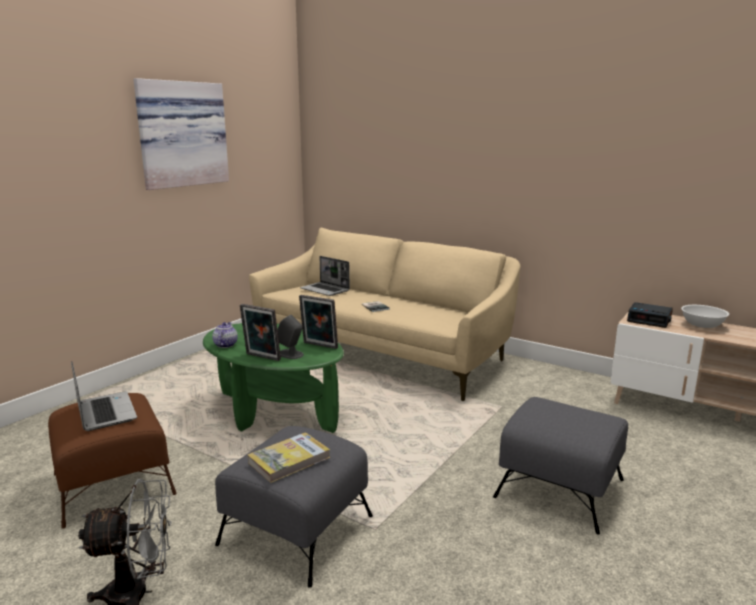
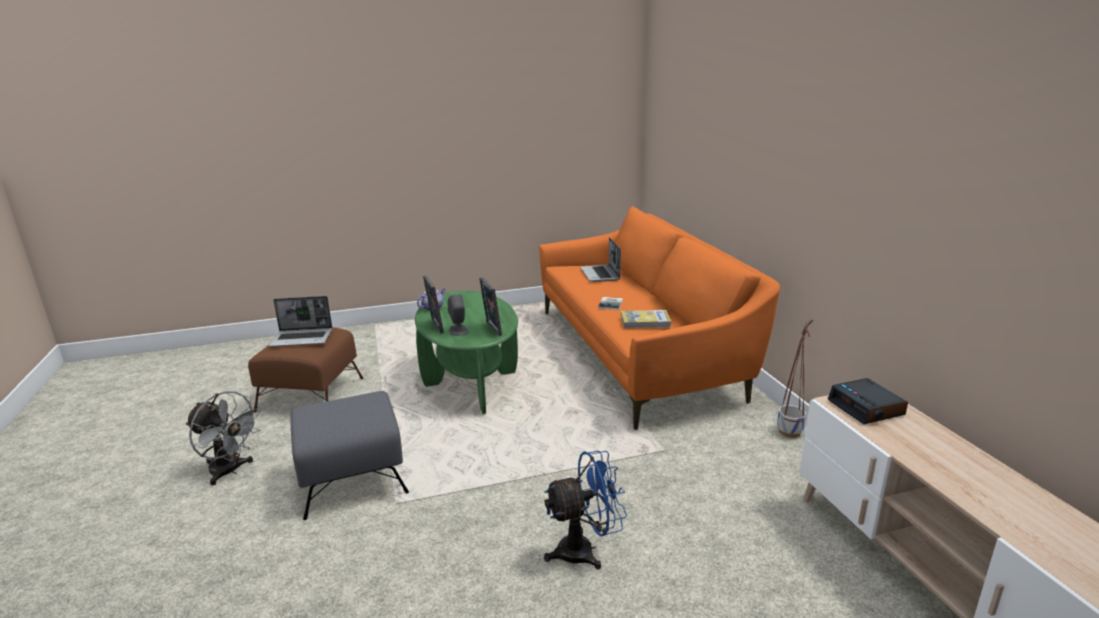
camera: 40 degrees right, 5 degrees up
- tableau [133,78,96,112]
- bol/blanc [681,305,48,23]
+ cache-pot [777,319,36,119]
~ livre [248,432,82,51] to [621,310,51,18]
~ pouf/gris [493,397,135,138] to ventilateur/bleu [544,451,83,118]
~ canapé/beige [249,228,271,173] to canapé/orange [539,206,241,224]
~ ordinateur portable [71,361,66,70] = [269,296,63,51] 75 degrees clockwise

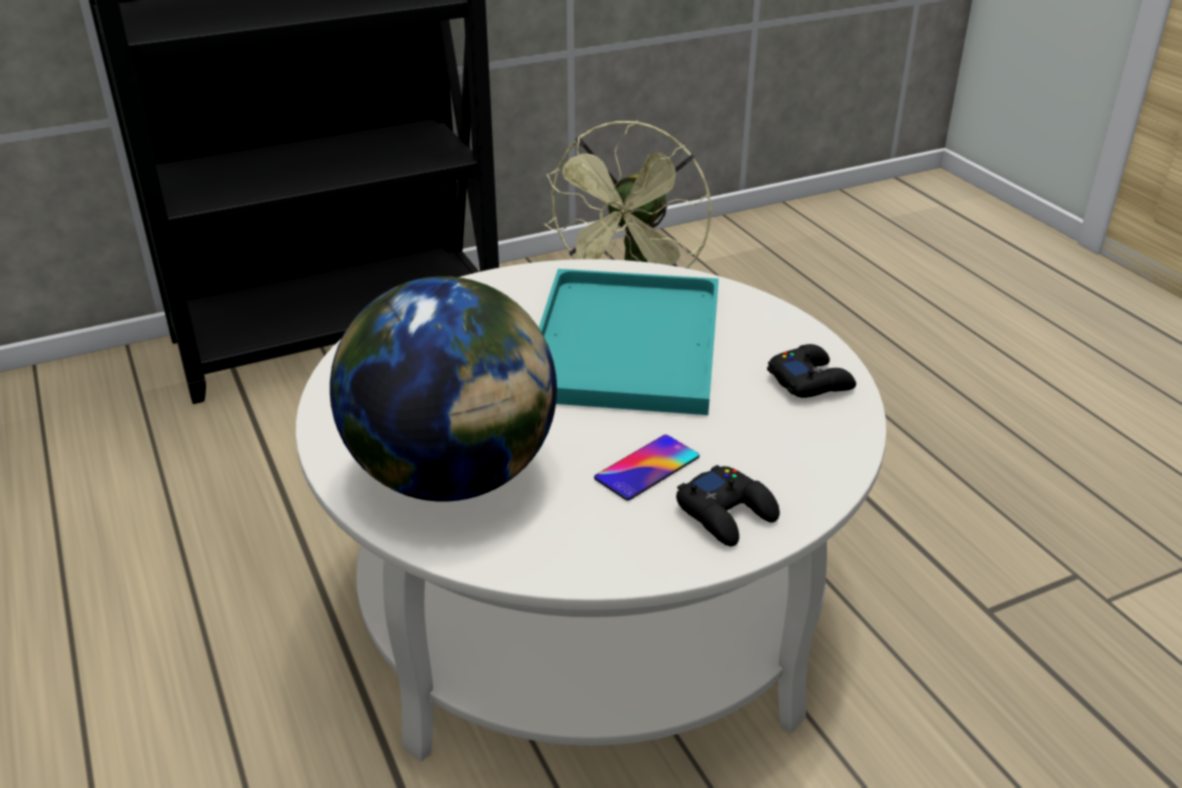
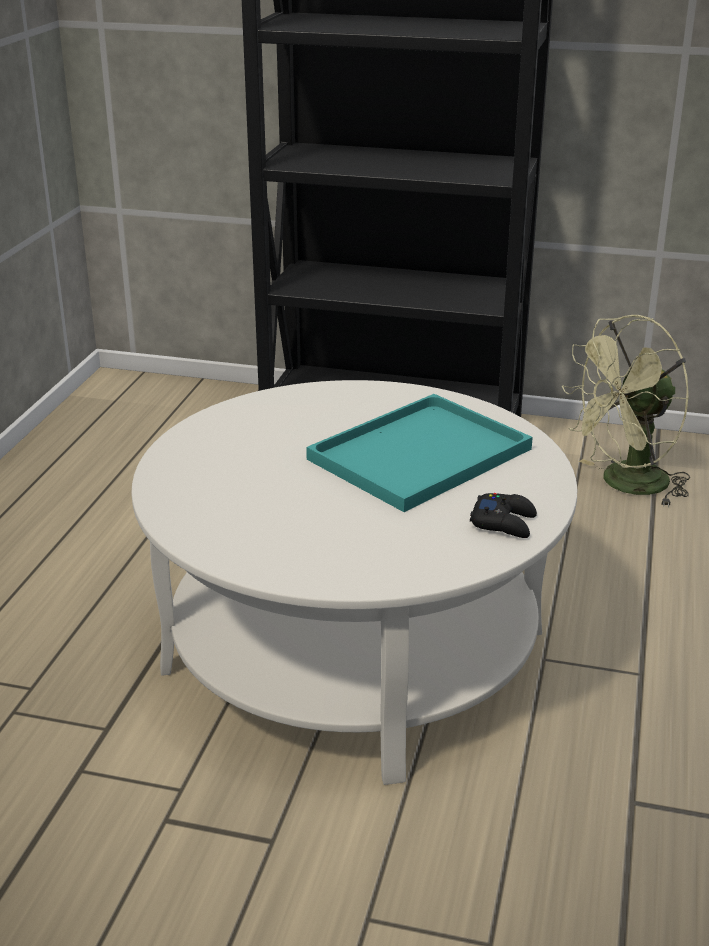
camera: 40 degrees right, 5 degrees down
- globe [330,276,227,225]
- téléphone [594,435,106,66]
- manette/noir [676,465,104,81]

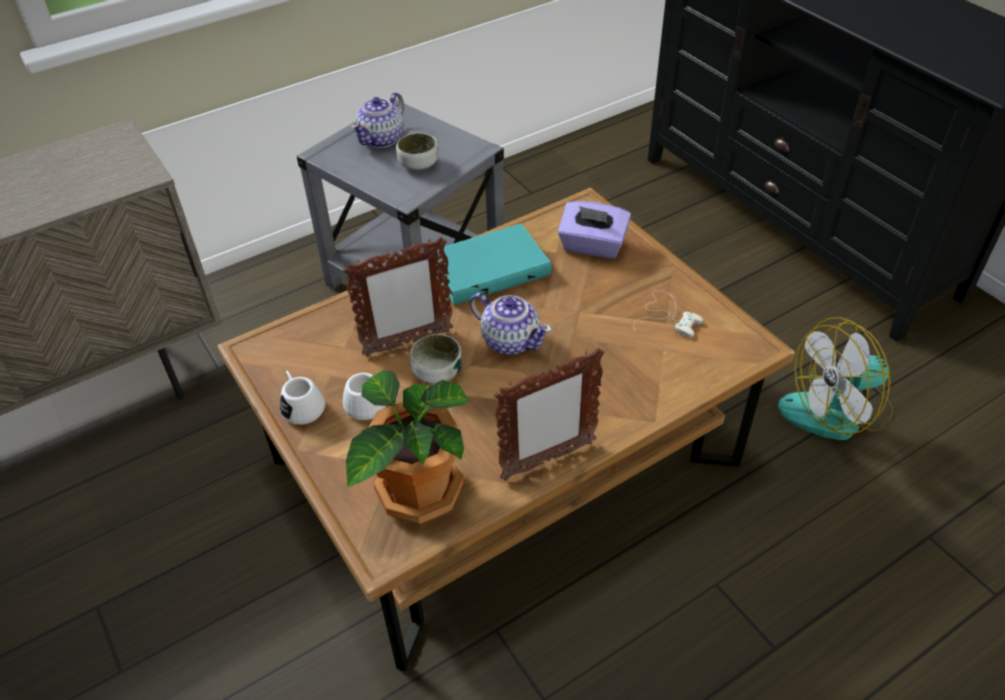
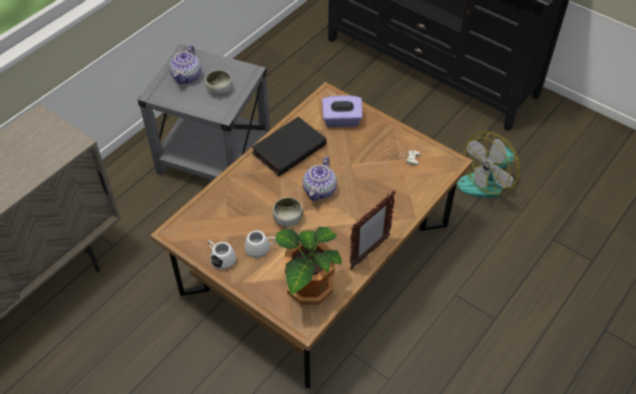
camera: 20 degrees left, 5 degrees up
- cadre photo [343,237,110,120]
~ livre/turquoise [436,223,115,82] to livre/noir [251,116,76,60]
~ théière [470,293,82,62] = [303,157,34,44] 90 degrees clockwise

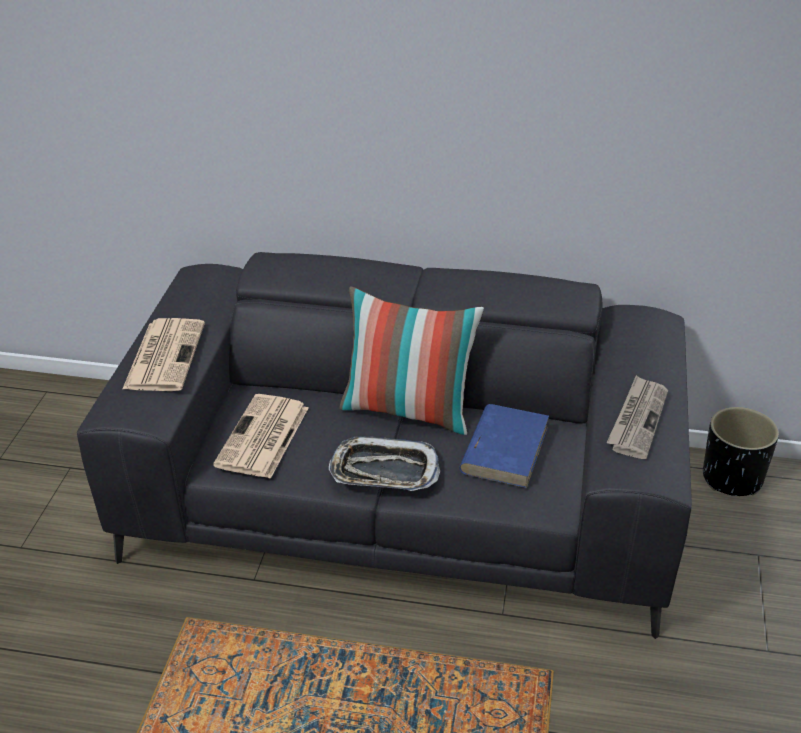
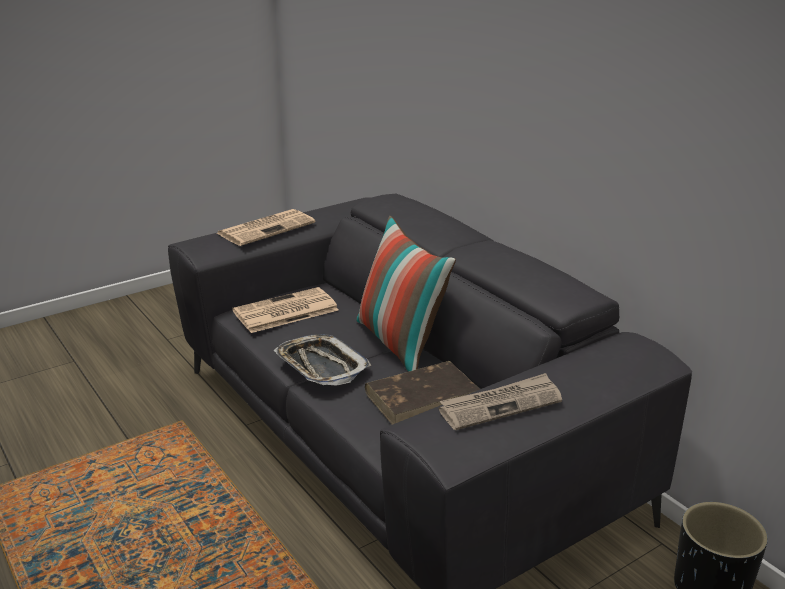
camera: 45 degrees right, 10 degrees down
~ livre/bleu [459,404,90,84] to livre/marron [365,361,115,64]

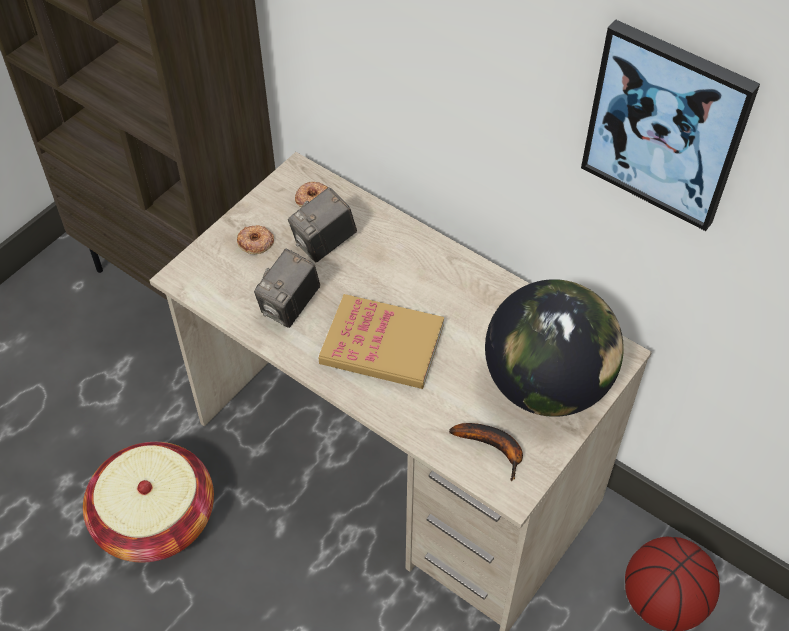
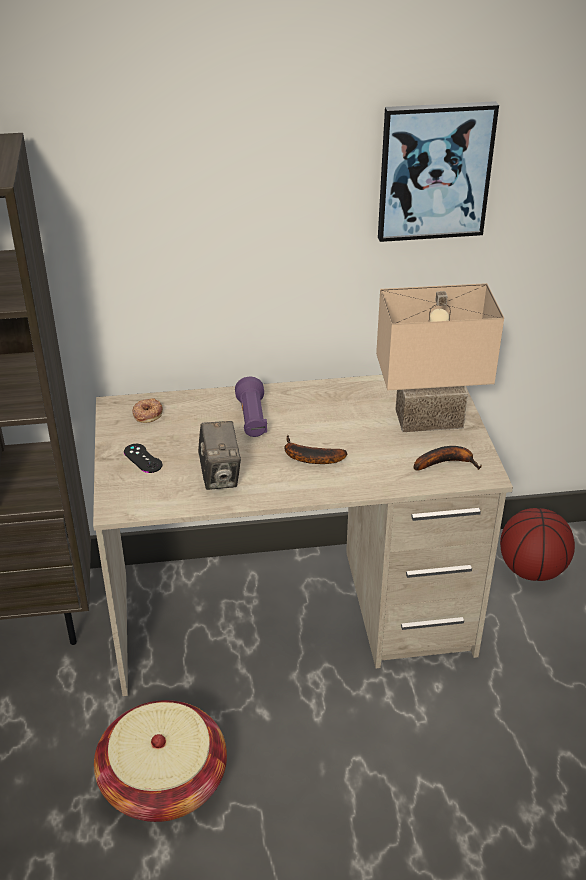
camera: 45 degrees left, 15 degrees down
- appareil photo [288,187,69,75]
+ lampe de poche/violet [235,377,32,60]
~ beignet [237,225,37,29] to manette/noir [124,444,38,29]
~ livre [319,294,125,95] to banane [284,435,63,29]
~ globe [485,279,139,138] to lampe de table/beige [376,283,128,149]

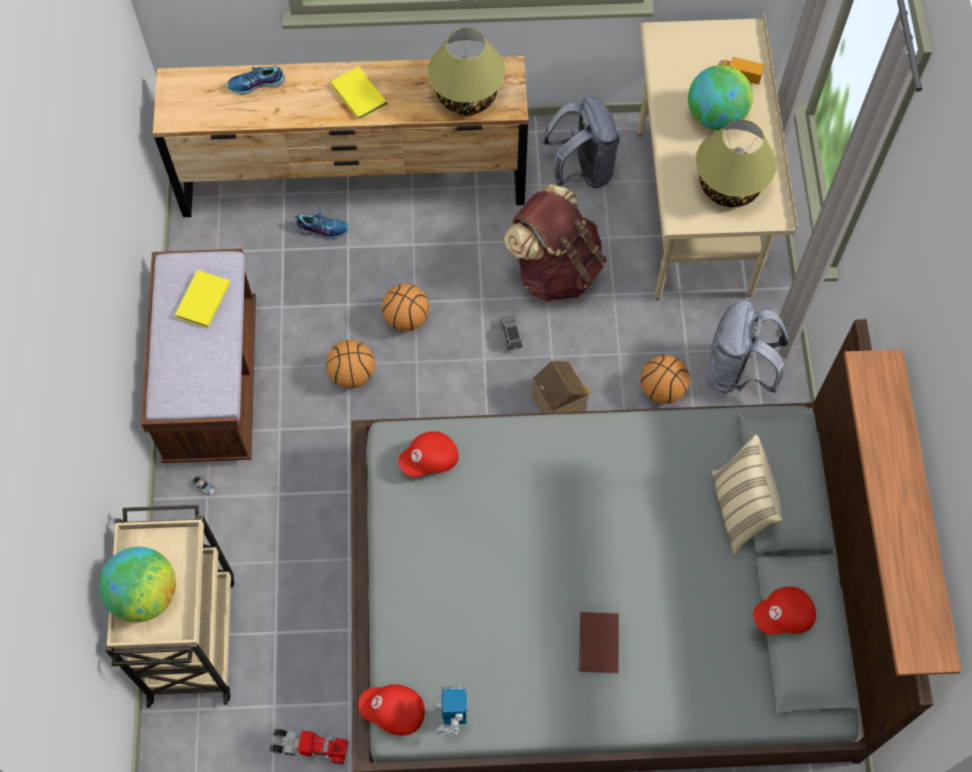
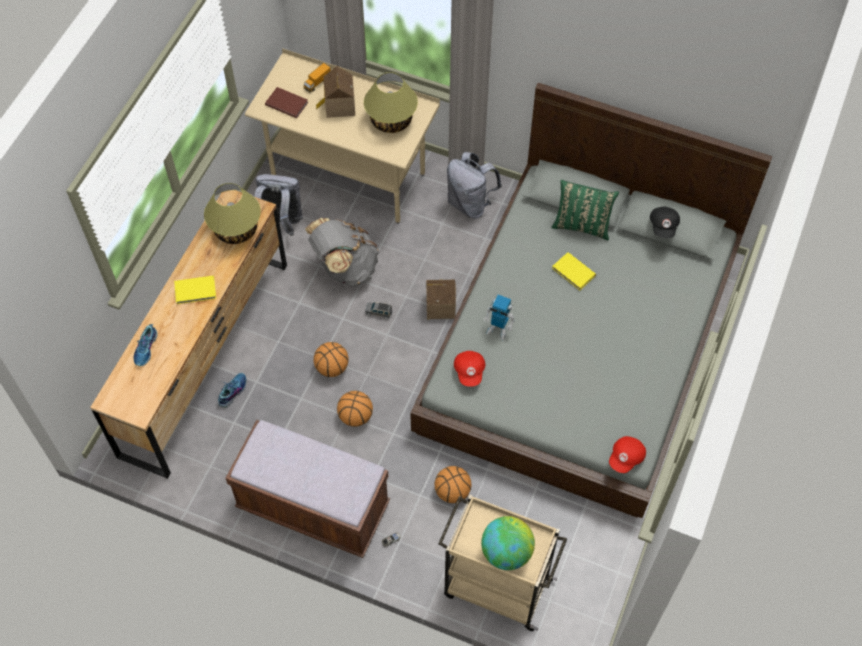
camera: 65 degrees left, 5 degrees down
- camion jouet [270,728,80,36]
- étagère [843,349,119,327]
~ livre/jaune [175,270,55,58] to [552,252,44,38]
~ robot jouet [435,686,32,51] to [484,295,31,45]
~ livre/marron [579,612,40,61] to [265,87,43,31]
~ ballon de basket [641,355,49,49] to [434,466,38,37]
~ globe [688,65,65,65] to maison miniature [316,66,39,52]
~ sac à dos/marron [504,184,102,118] to sac à dos/gris [305,218,74,69]
~ coussin/beige [712,435,70,121] to coussin/vert [551,180,68,61]
~ casquette/rouge [753,587,63,48] to casquette/noir [650,207,30,31]

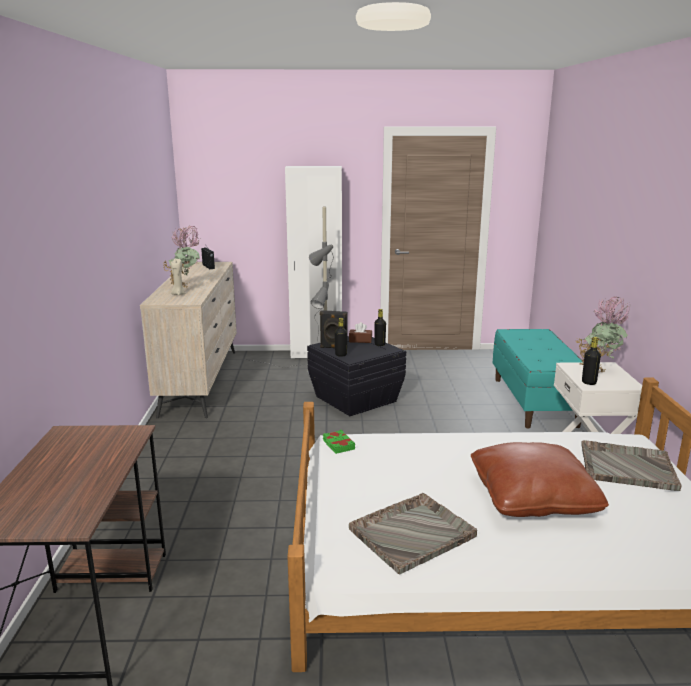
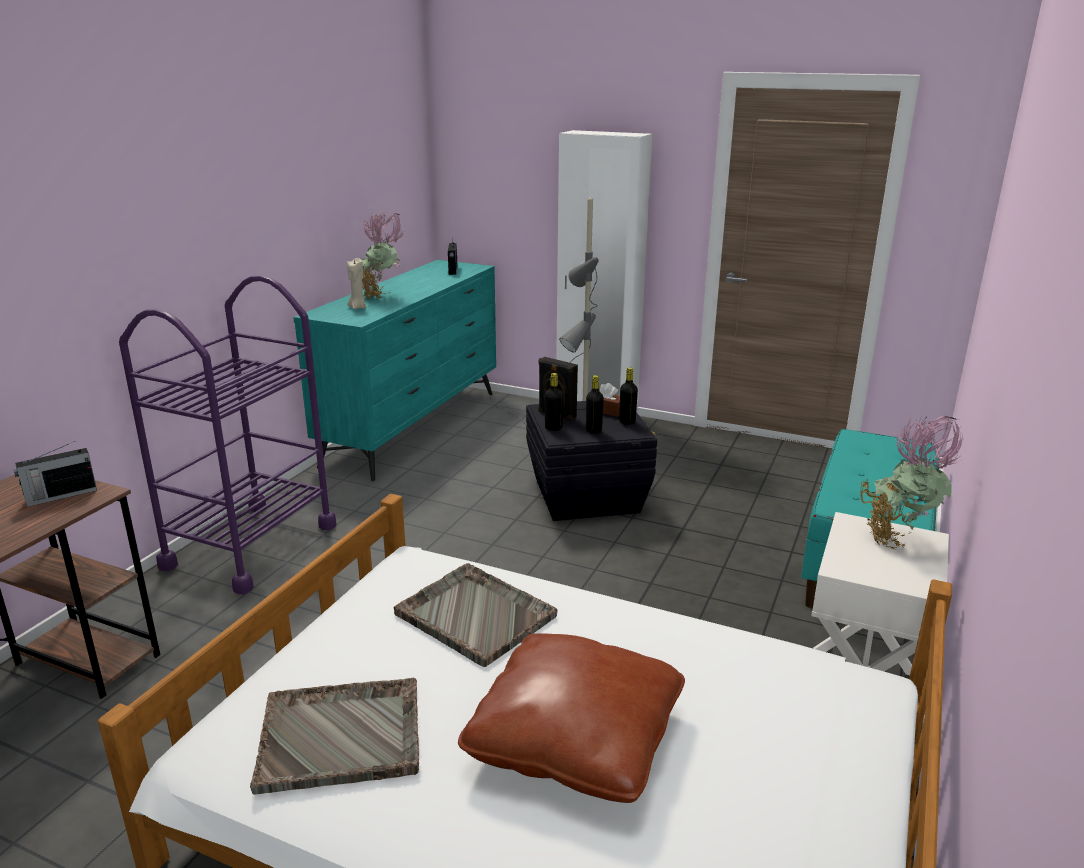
camera: 25 degrees right, 5 degrees up
- livre/vert [323,430,32,24]
+ radio [14,441,83,66]
+ chariot/violet [119,275,217,319]
~ plateau/gris [581,440,101,51] to [394,563,163,104]
~ bouteille/noir [582,337,19,48] to [586,375,18,59]
~ commode/beige [140,262,97,157] to commode/turquoise [293,260,203,221]

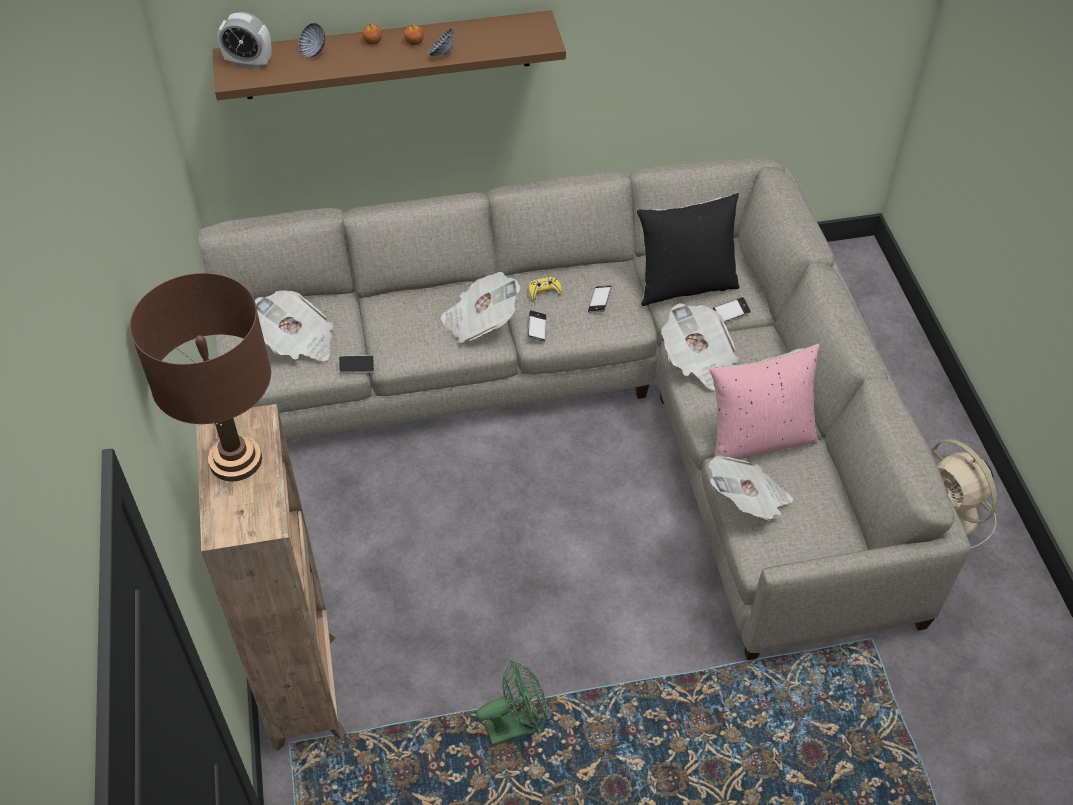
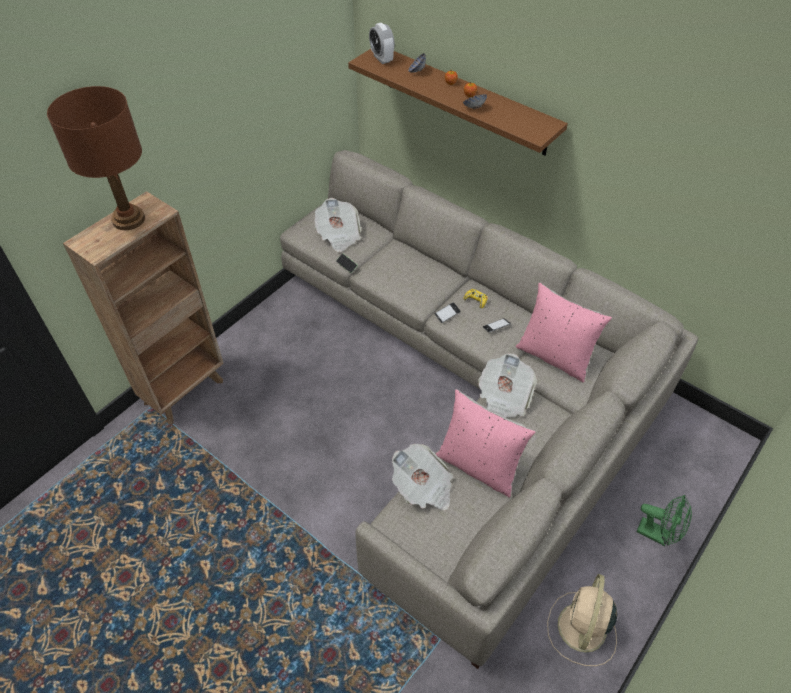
camera: 50 degrees right, 0 degrees up
- journal [441,272,80,71]
- téléphone [712,297,39,25]
~ ventilateur/vert [476,660,71,86] to [637,495,55,51]
~ coussin/noir [637,193,103,113] to coussin/rose [516,283,96,100]

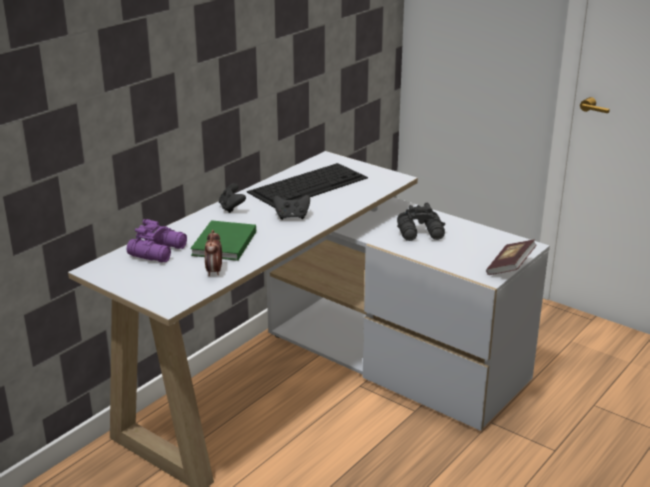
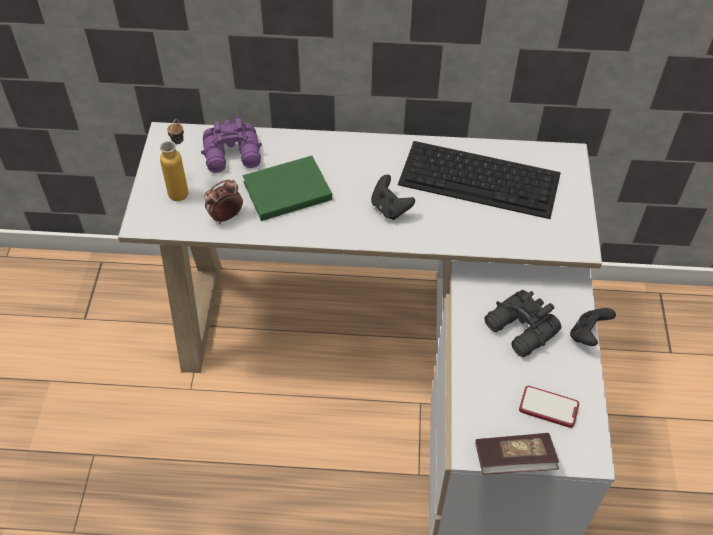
camera: 55 degrees right, 25 degrees up
+ bouteille [160,119,28,82]
+ téléphone [519,386,60,42]
~ manette/noir [219,183,27,30] to [570,308,46,38]

